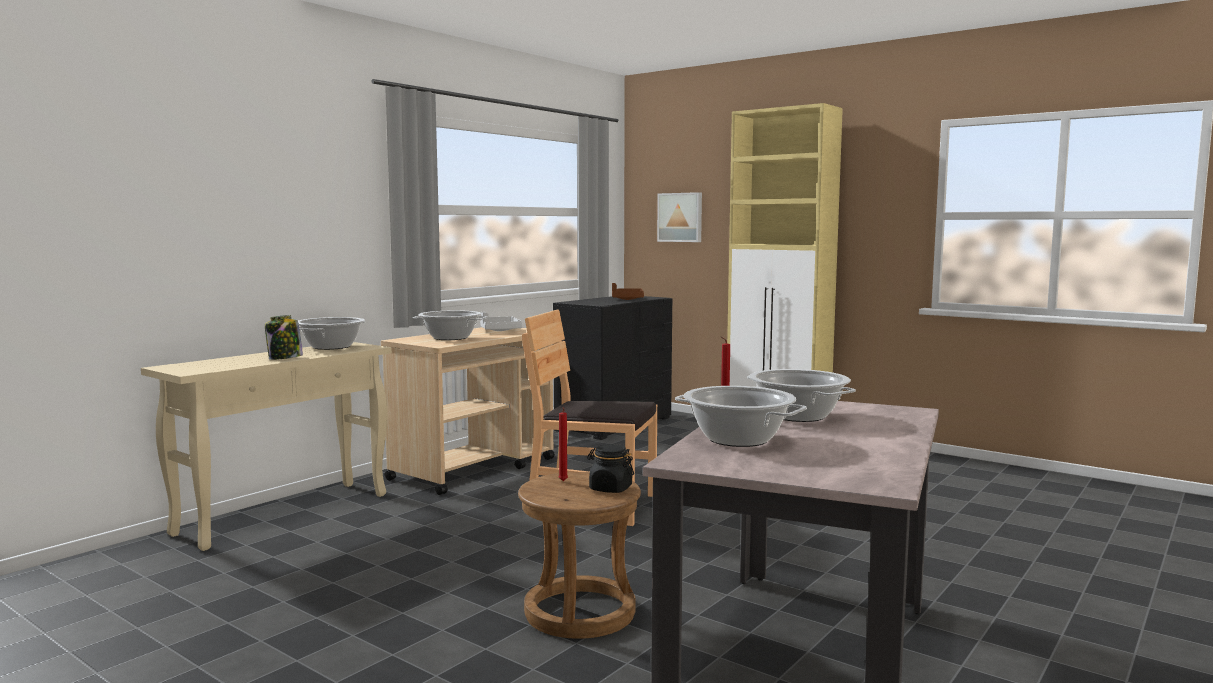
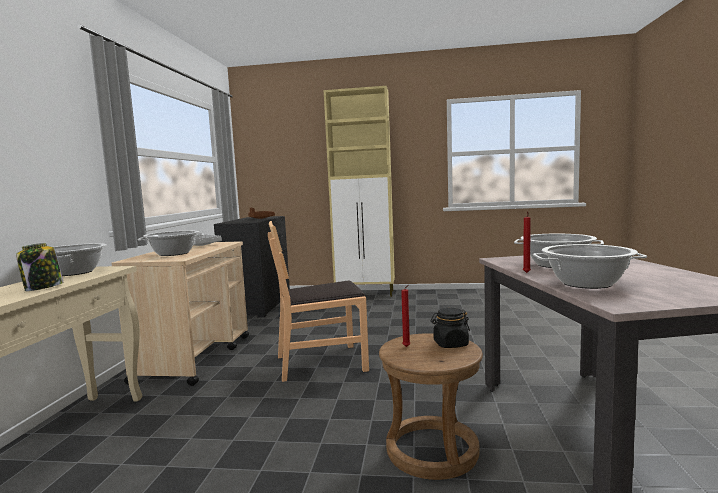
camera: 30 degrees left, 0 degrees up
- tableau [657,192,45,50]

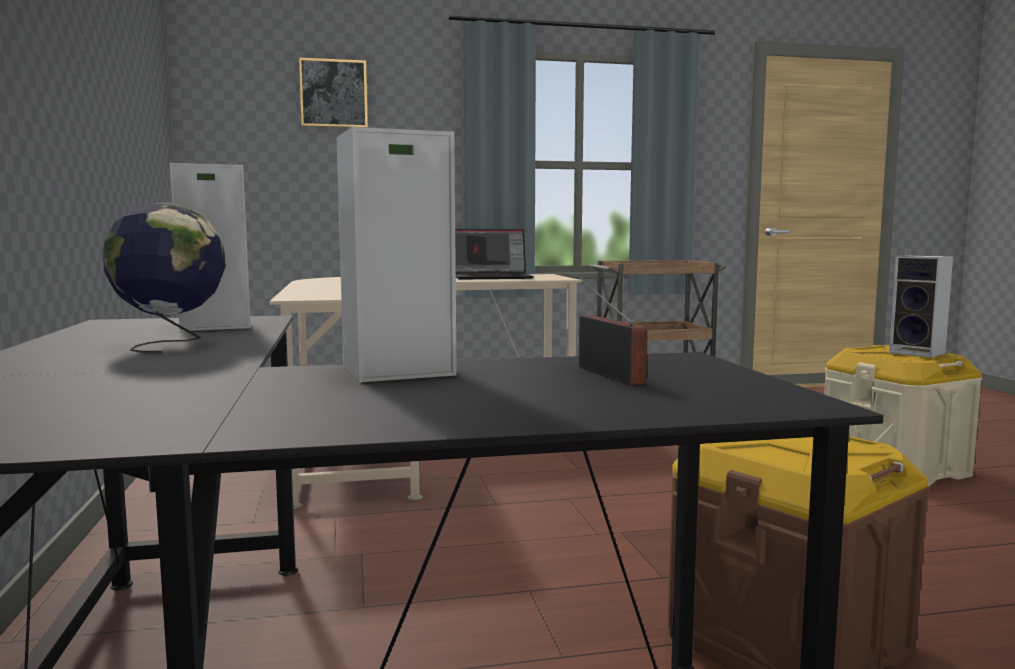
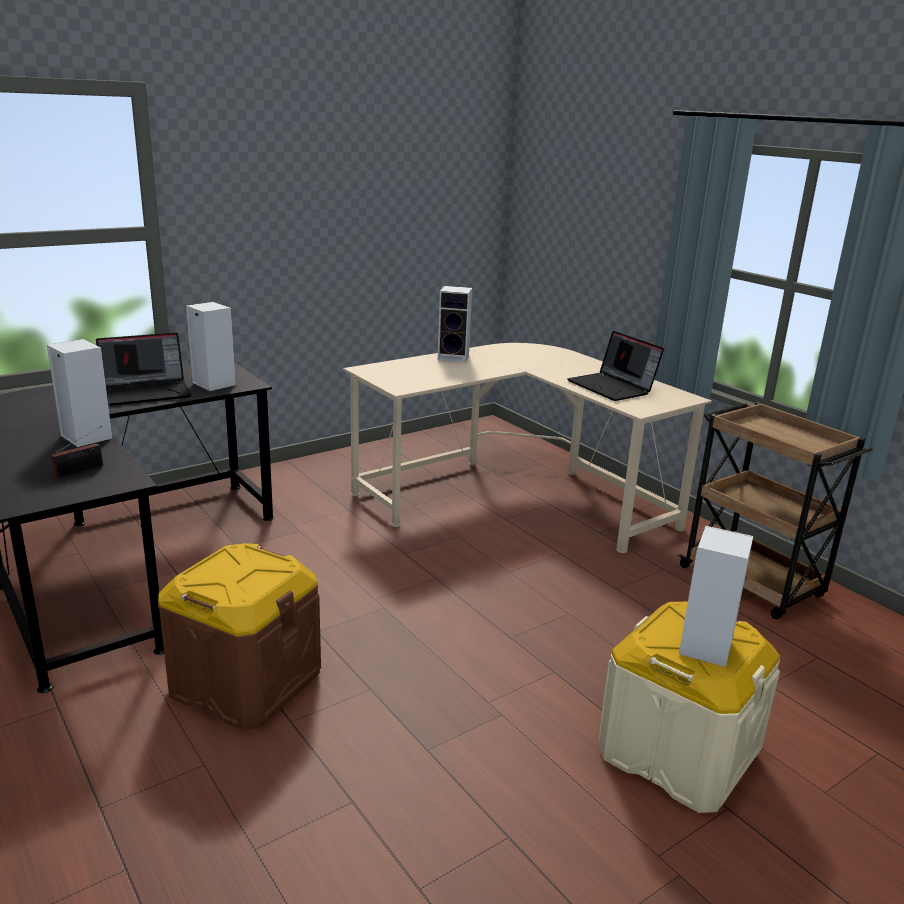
camera: 65 degrees right, 15 degrees up
- tableau [299,58,69,70]
+ enceinte [438,286,34,77]
~ globe [103,202,123,151] to ordinateur portable [96,333,96,73]

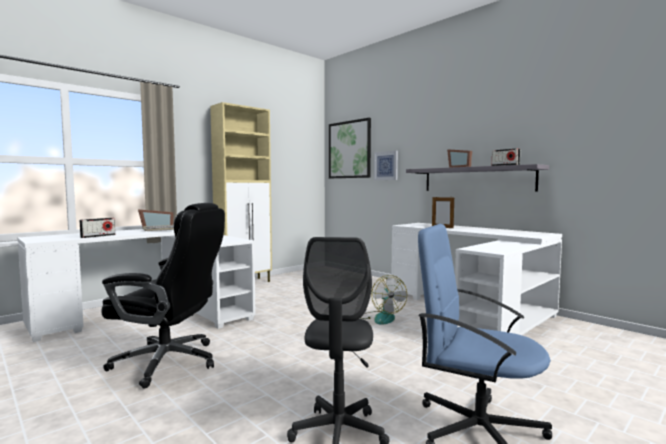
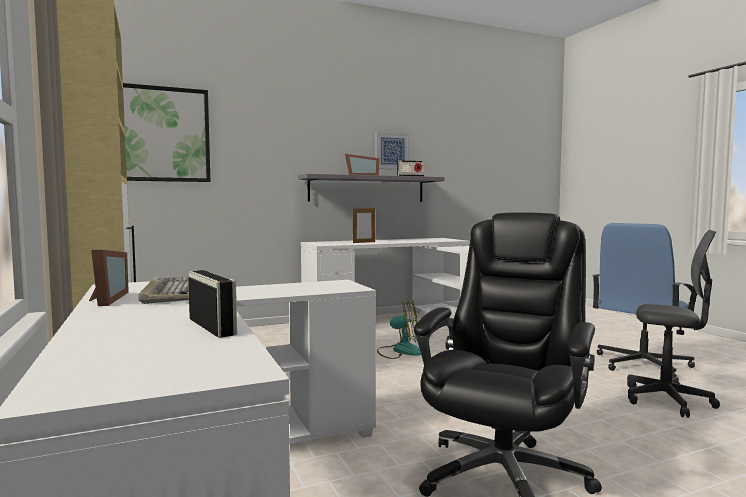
camera: 70 degrees left, 0 degrees up
~ tableau [374,151,24,29] to [375,132,34,37]

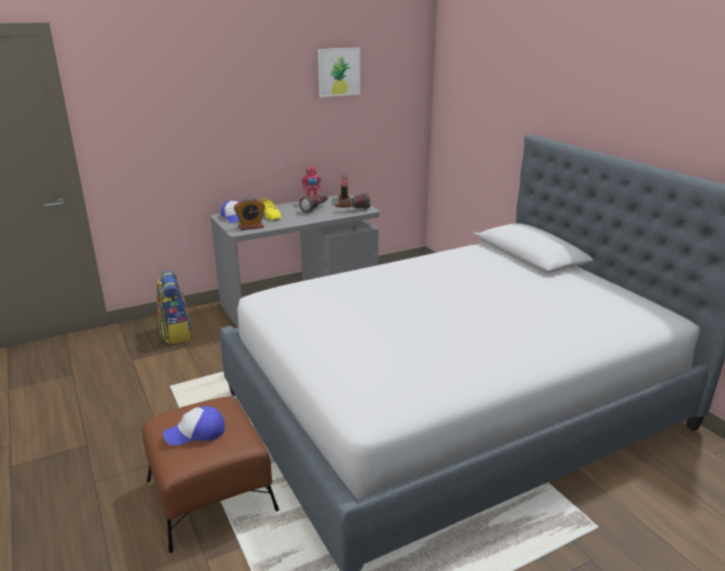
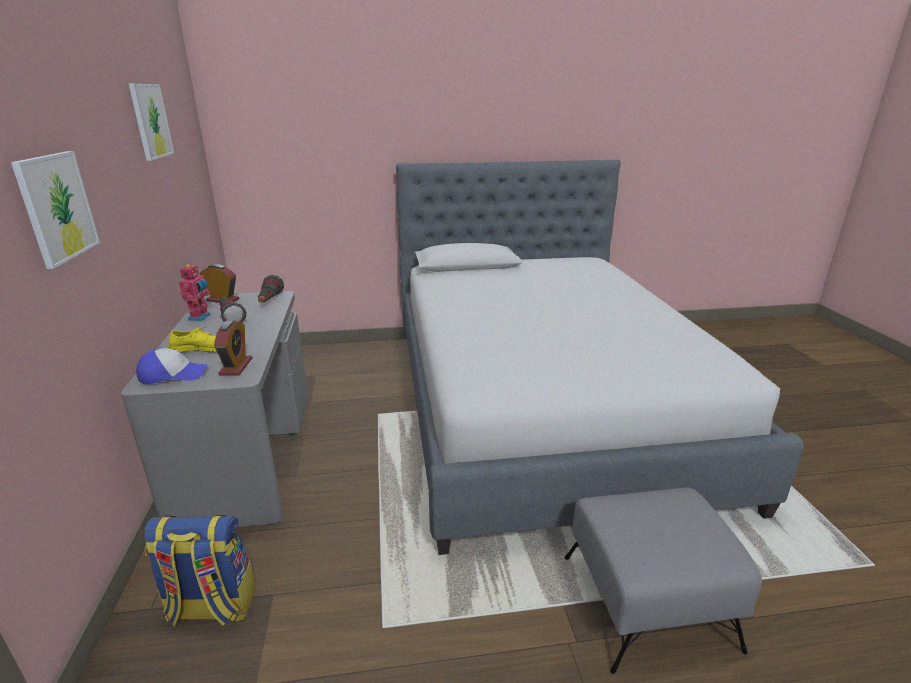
camera: 70 degrees left, 0 degrees up
- casquette [163,406,62,40]
+ tableau [11,151,89,118]
~ pouf/marron [142,397,137,156] to pouf/gris [565,488,197,186]

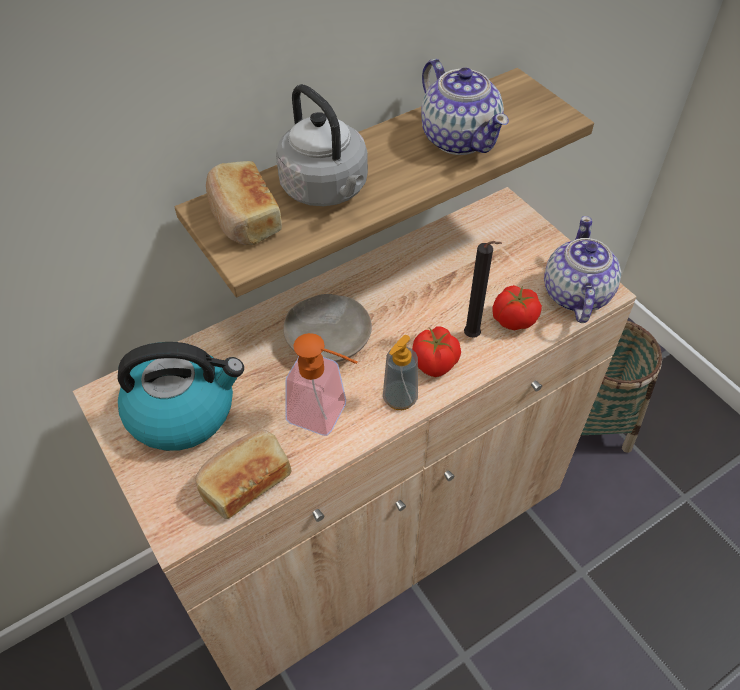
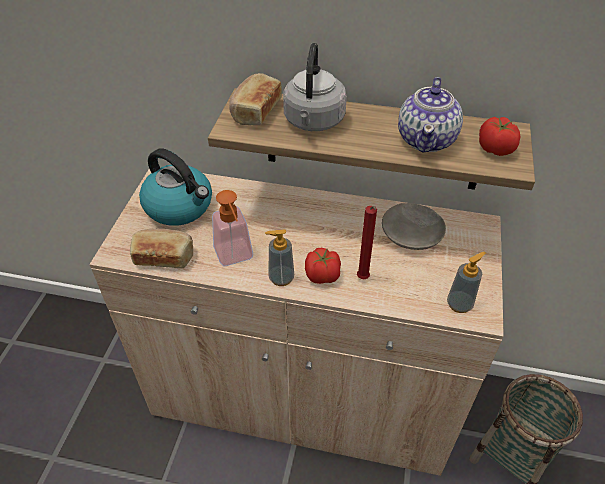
camera: 45 degrees right, 5 degrees down
~ assiette/beige [283,294,89,68] to [382,203,64,47]
~ tomate [493,285,49,45] to [479,117,41,39]
~ théière [544,216,77,107] to distributeur de savon [447,252,39,61]
~ bougie/noir [464,241,38,97] to bougie/rouge [357,206,20,73]

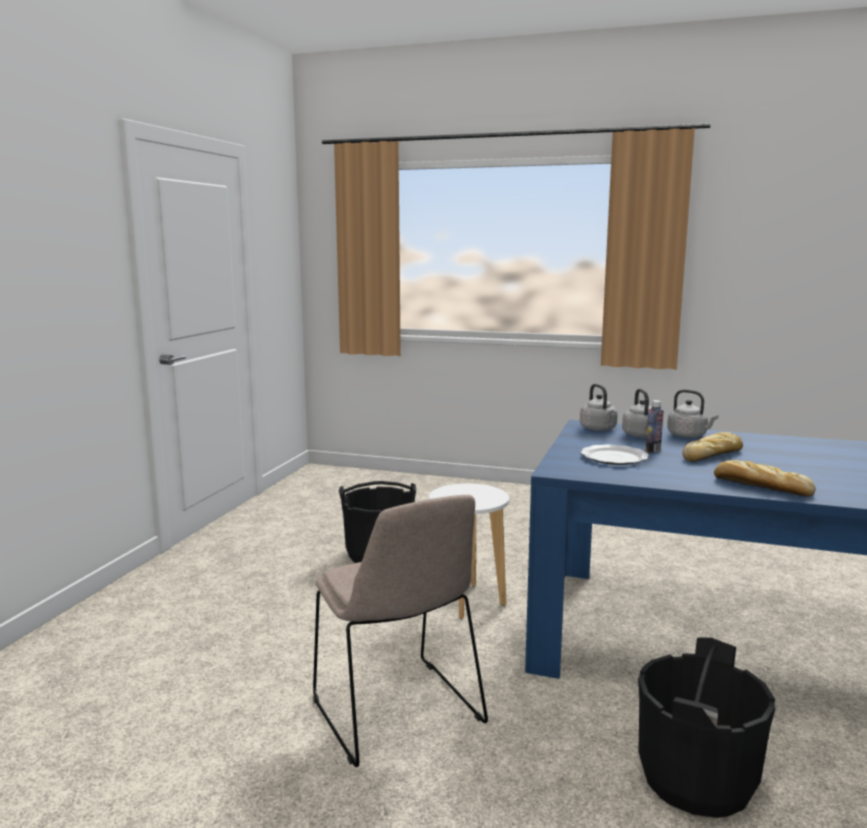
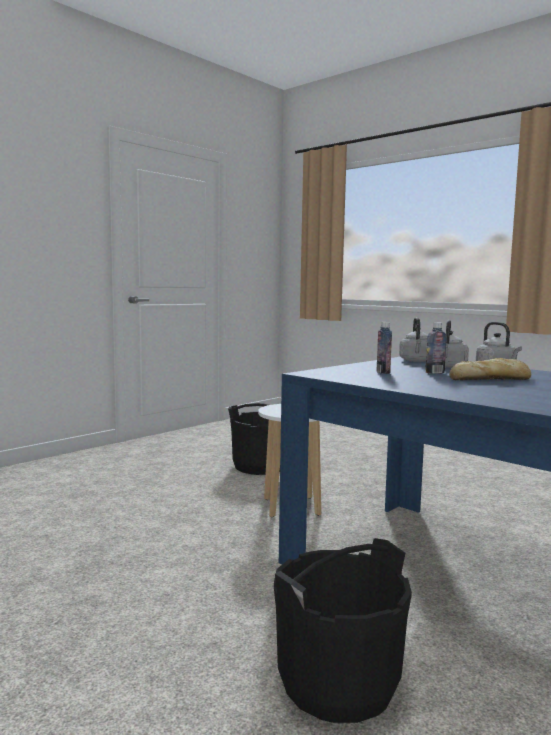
camera: 25 degrees right, 5 degrees down
- chaise/beige [313,495,175,272]
- pain [714,460,101,36]
~ assiette [580,444,69,21] to bouteille [377,322,15,52]

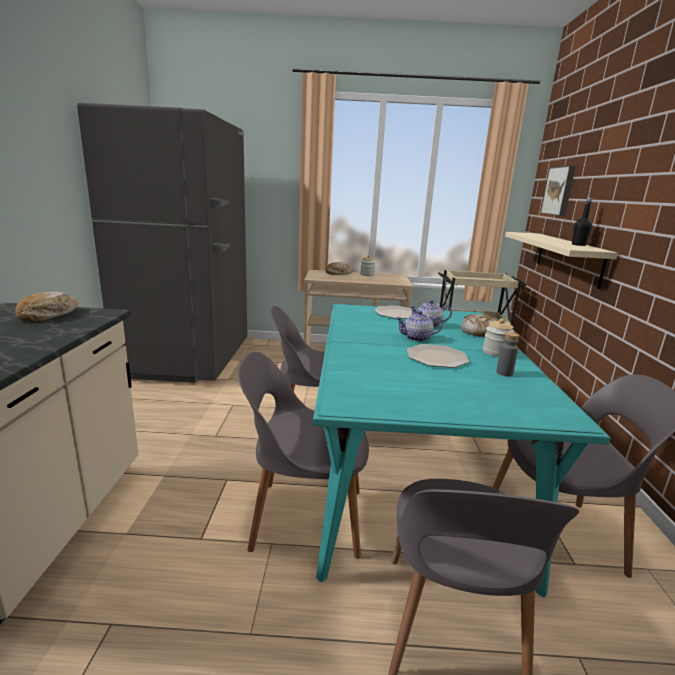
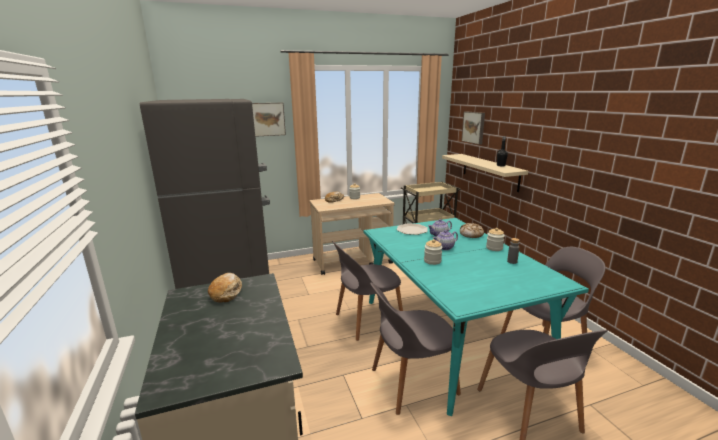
camera: 20 degrees left, 0 degrees up
- assiette [407,344,62,24]
+ tableau [252,103,34,34]
+ bocal [424,239,18,26]

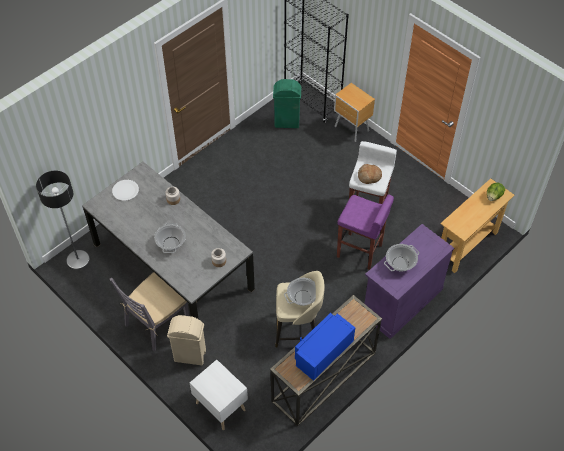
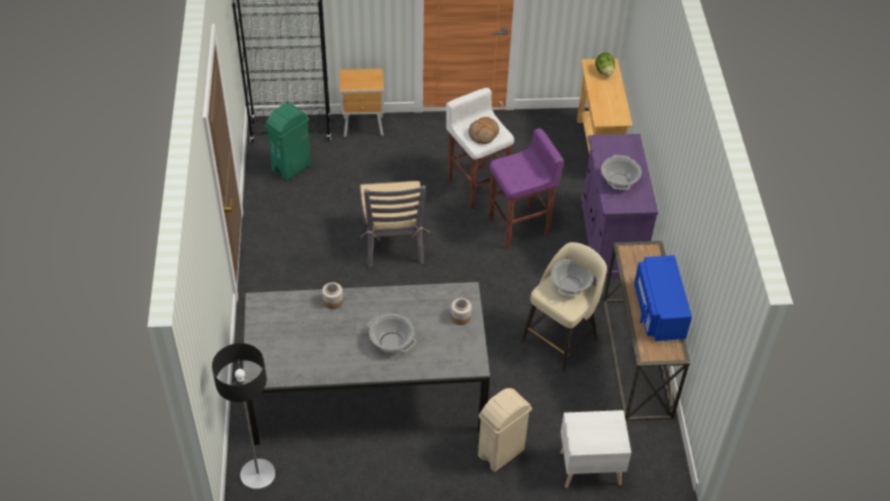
camera: 50 degrees left, 5 degrees down
- assiette/blanc [112,180,27,21]
~ chaise/gris [110,272,79,79] to [360,181,70,87]

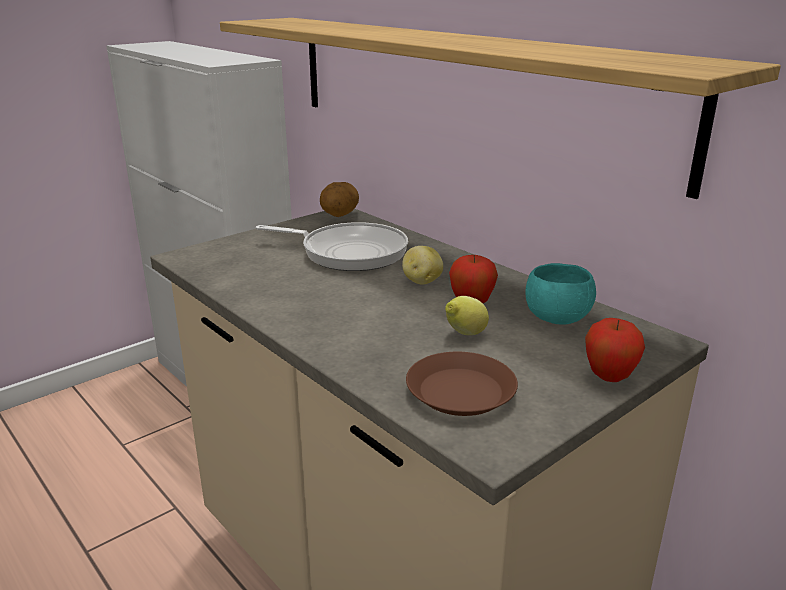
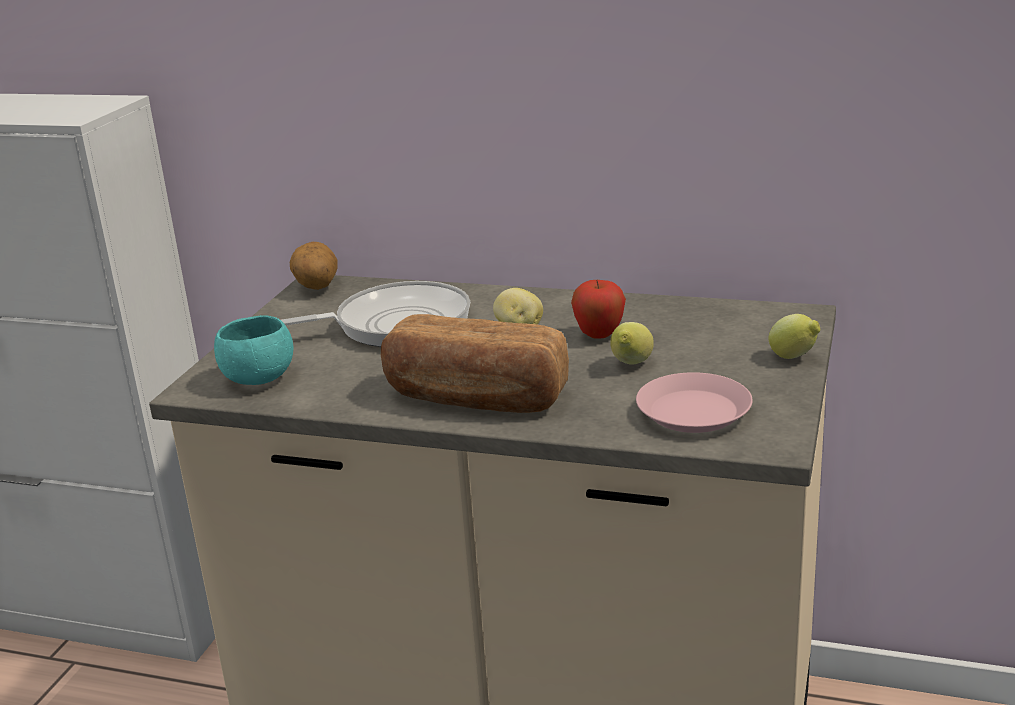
camera: 30 degrees left, 0 degrees up
- étagère [220,18,561,181]
+ pain [381,314,188,99]
~ bol/turquoise [525,263,71,62] to [214,315,79,70]
~ pomme [585,318,60,64] to citron [768,314,52,45]
~ assiette/marron [406,352,112,64] to assiette/rose [636,372,117,61]

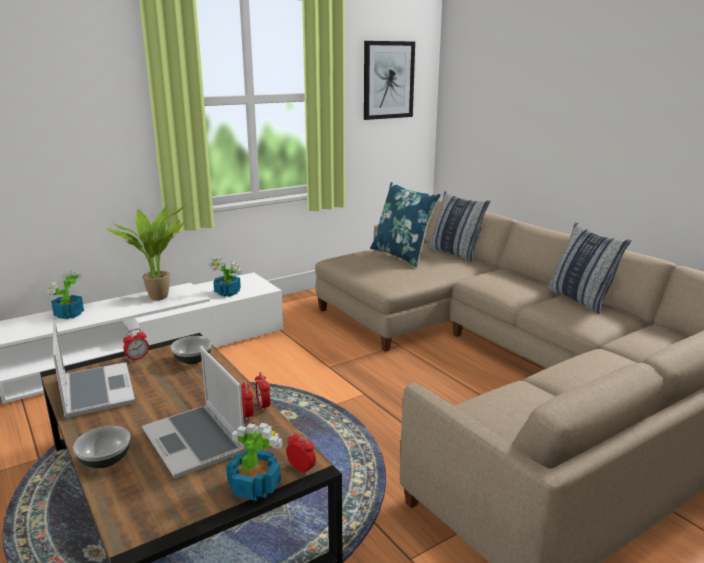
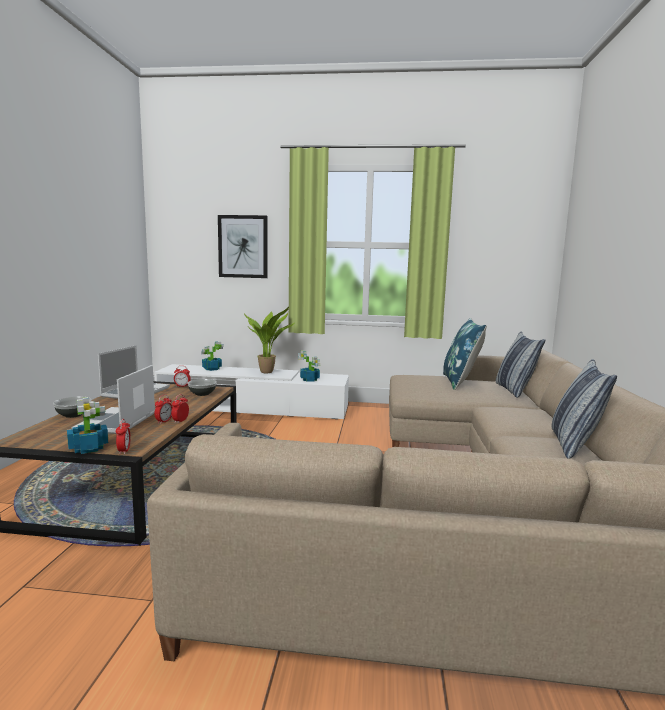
camera: 40 degrees right, 10 degrees down
~ tableau [364,41,51,79] to [218,215,50,63]

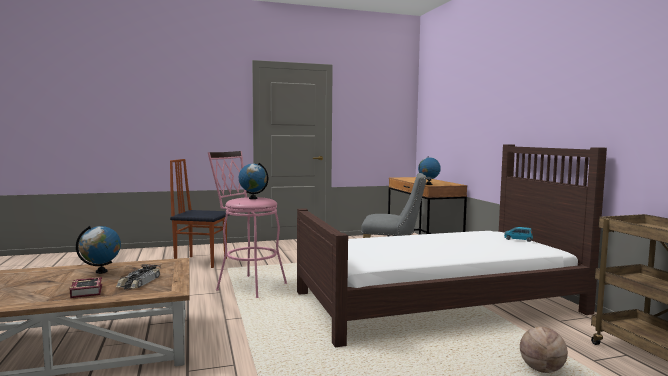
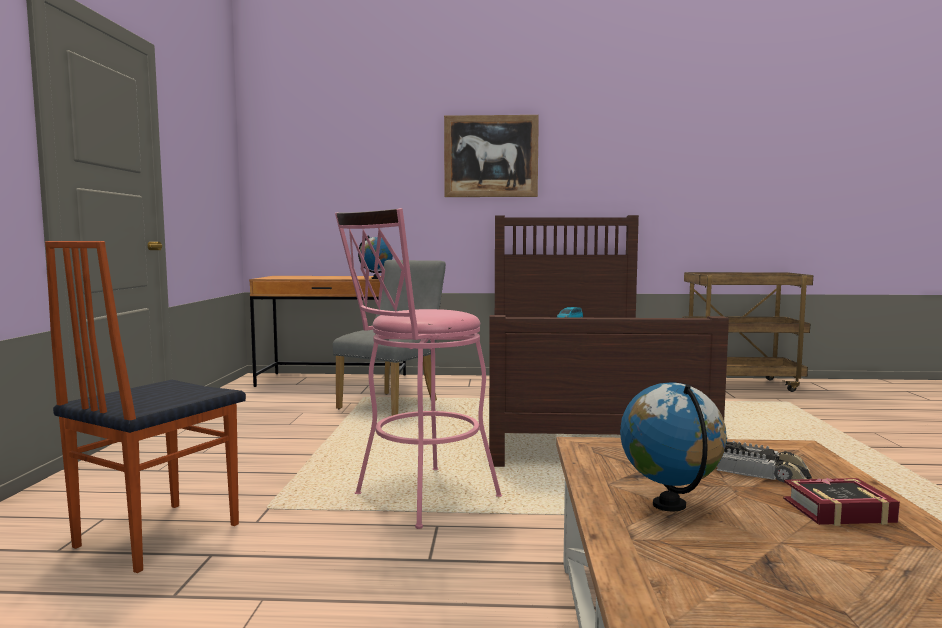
camera: 70 degrees left, 0 degrees up
- globe [239,163,29,36]
- ballon de basket [520,327,48,46]
+ tableau [444,115,95,82]

